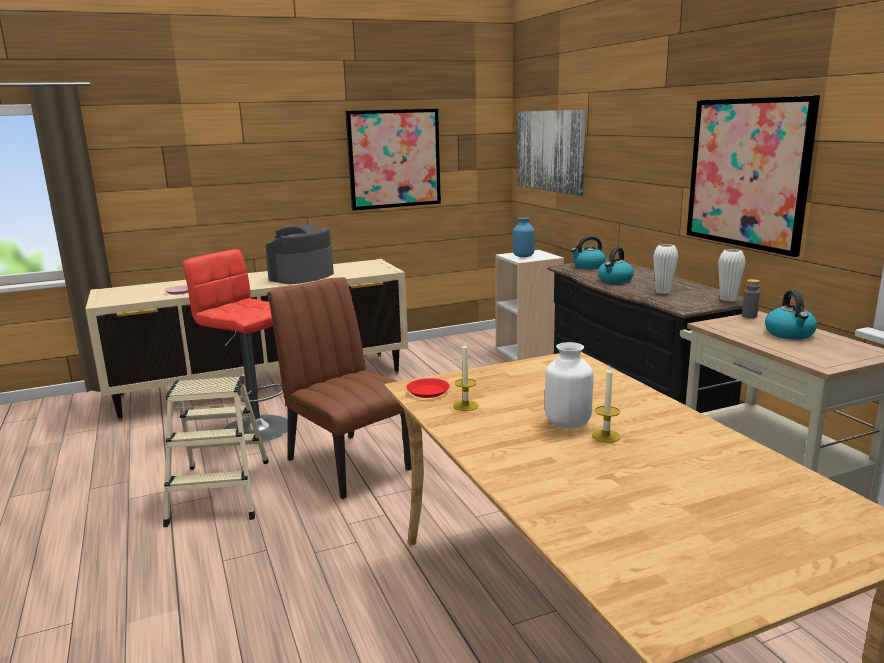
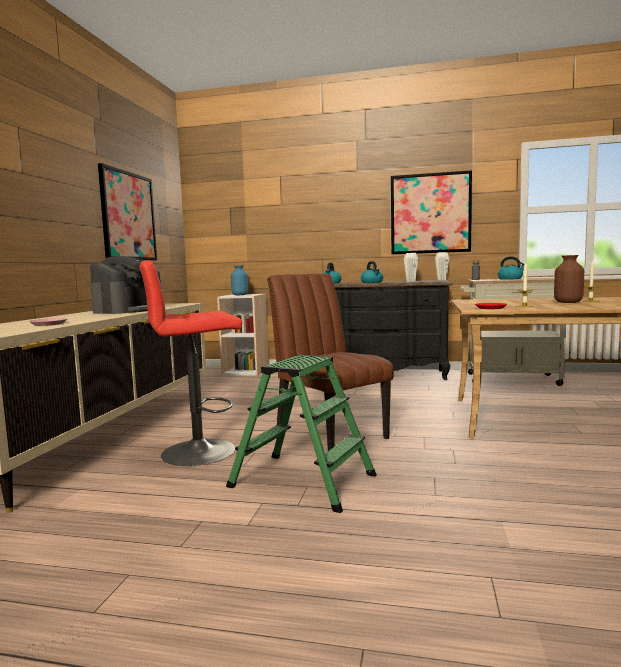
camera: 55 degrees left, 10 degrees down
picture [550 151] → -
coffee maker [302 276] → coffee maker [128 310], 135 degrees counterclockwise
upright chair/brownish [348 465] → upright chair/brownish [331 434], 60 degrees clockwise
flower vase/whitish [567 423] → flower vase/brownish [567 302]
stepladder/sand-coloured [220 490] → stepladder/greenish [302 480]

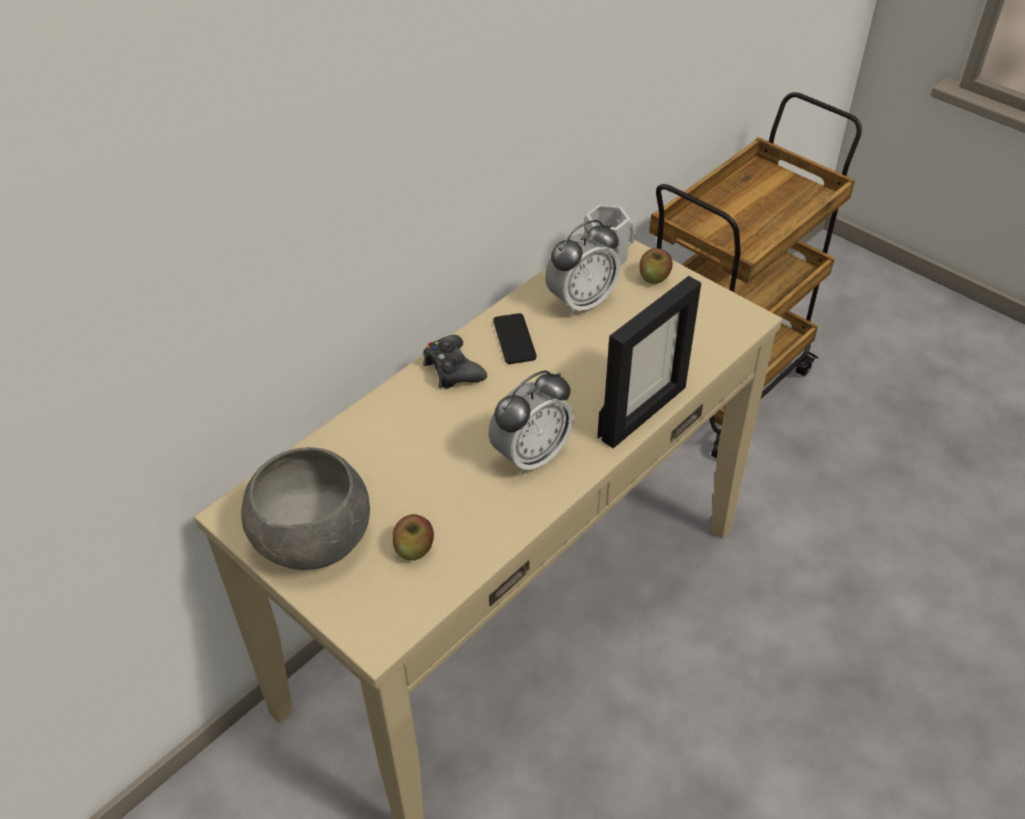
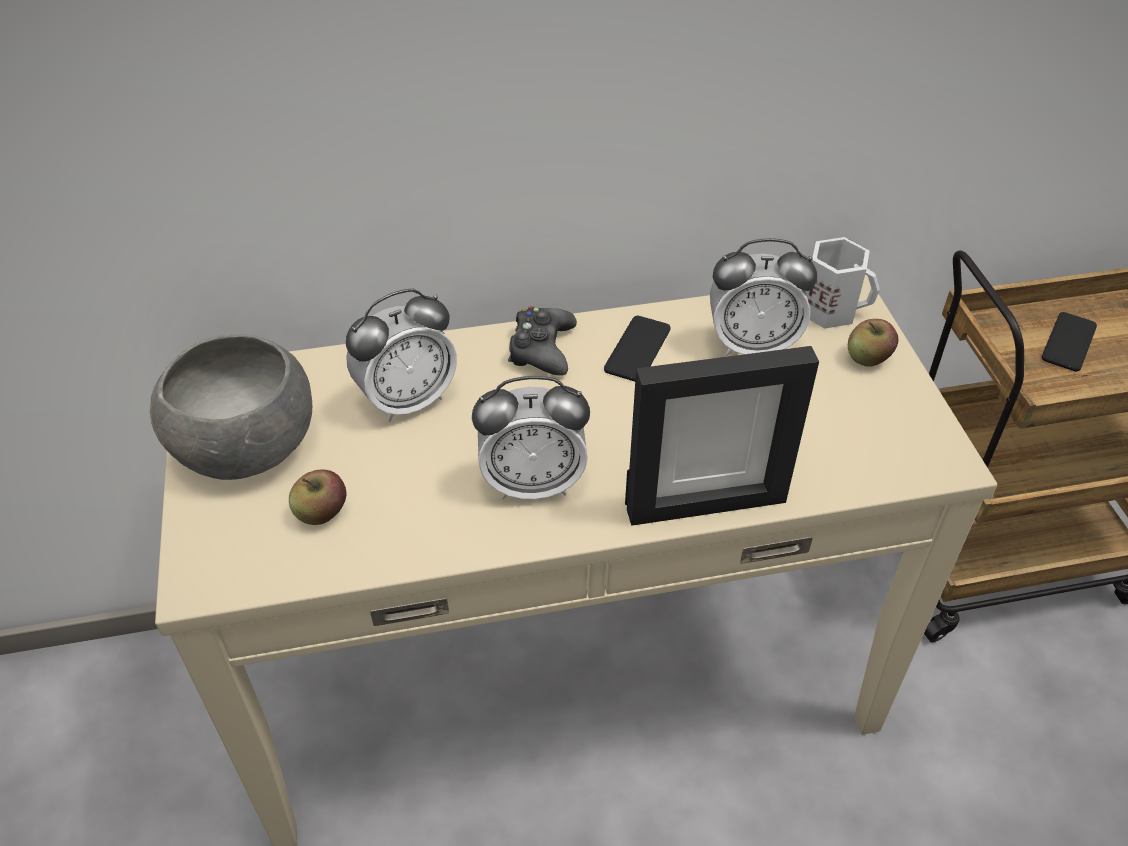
camera: 35 degrees right, 0 degrees up
- → bedside clock [408 400]
- → handset [1068 342]

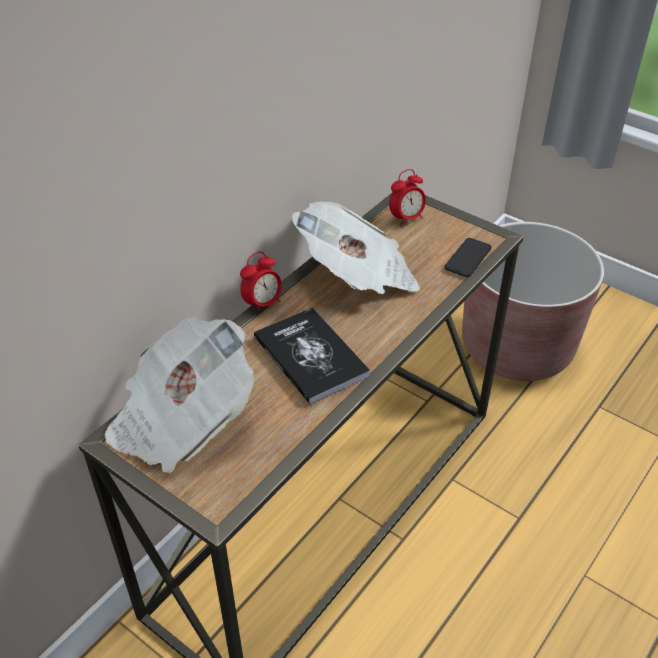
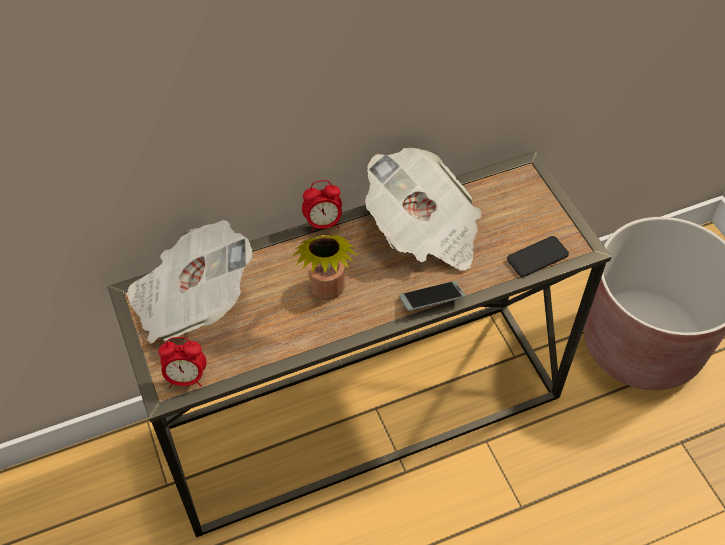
camera: 30 degrees right, 10 degrees up
bedside clock [406 218] → bedside clock [186 378], shifted
volume [310 356] → houseplant [327 292]
- → handset [431 300]

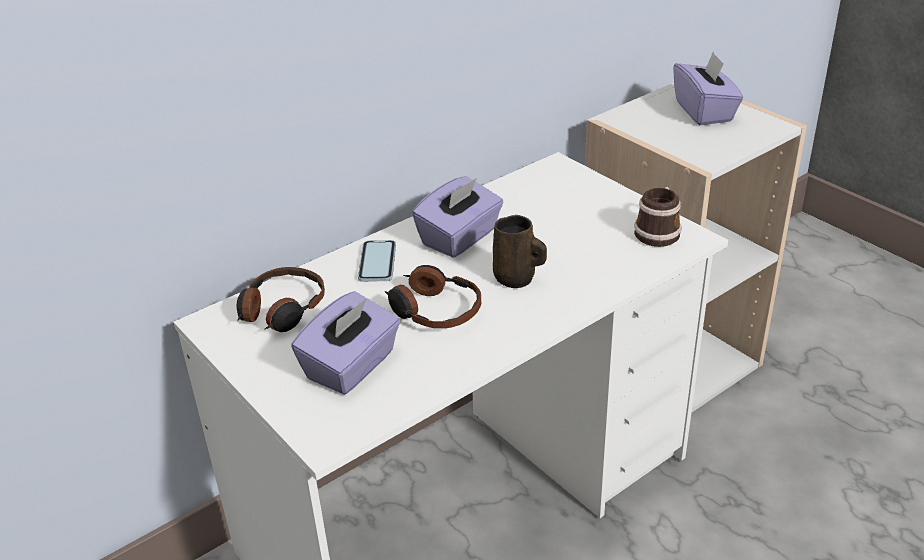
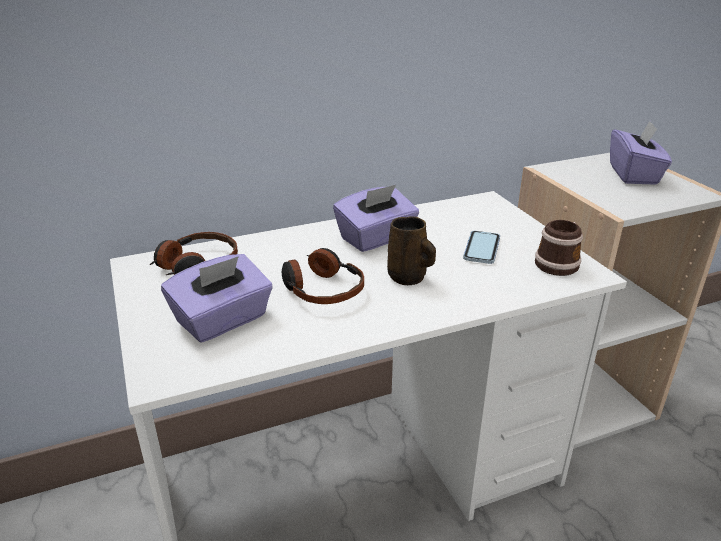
camera: 15 degrees right, 5 degrees down
handset [377 263] → handset [481 249], shifted

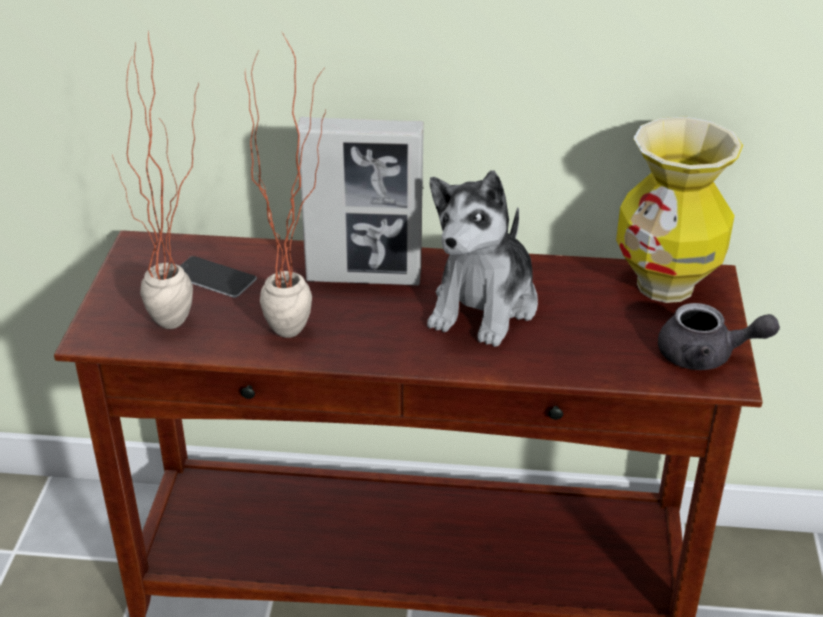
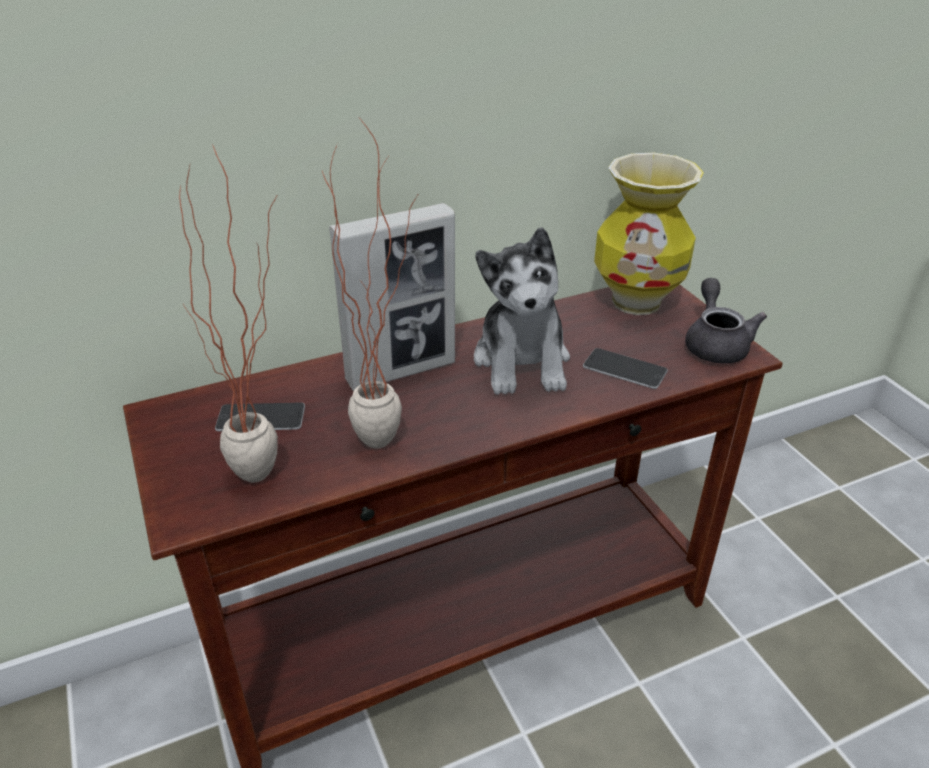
camera: 30 degrees left, 0 degrees up
pot for tea/grey [706 356] → pot for tea/grey [715 343], 75 degrees counterclockwise
- → handset [624 369]

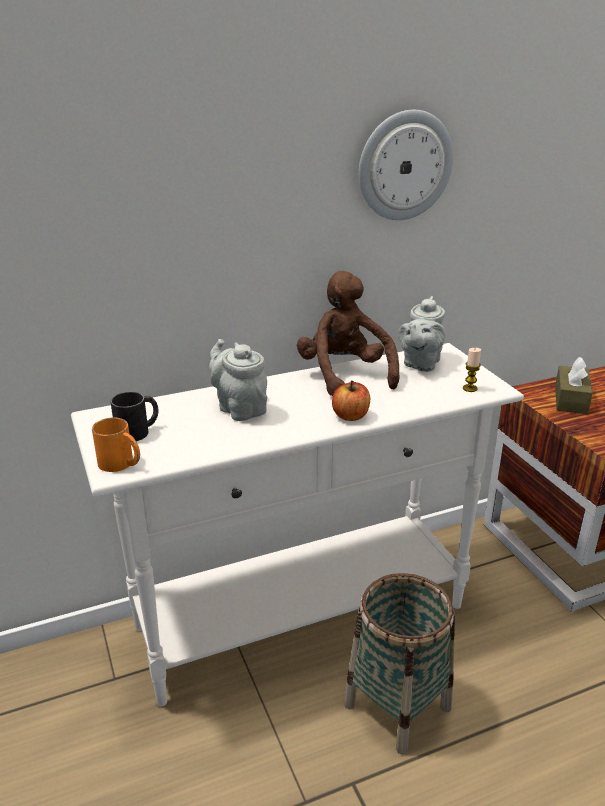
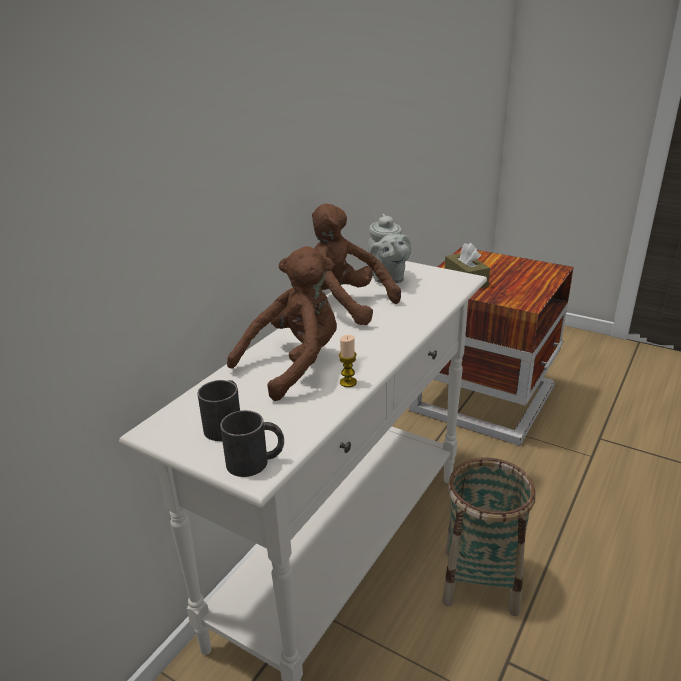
camera: 35 degrees left, 0 degrees up
clock on the wall [404 166] → -
pot for tea/grey [239 408] → cuddly toy/brownish [294 365]
wax light [470 388] → wax light [348 382], shifted
apple fruit [350 416] → -
tea mug/orange [121 464] → tea mug/blackish [256 462]

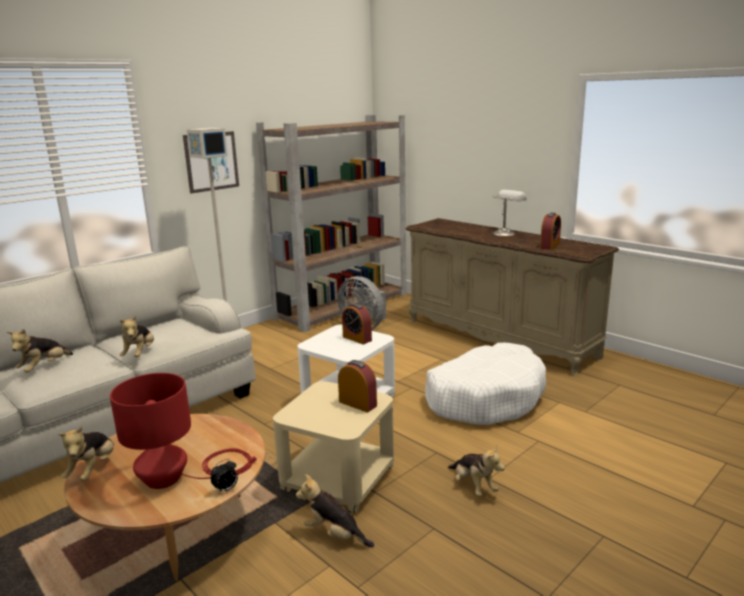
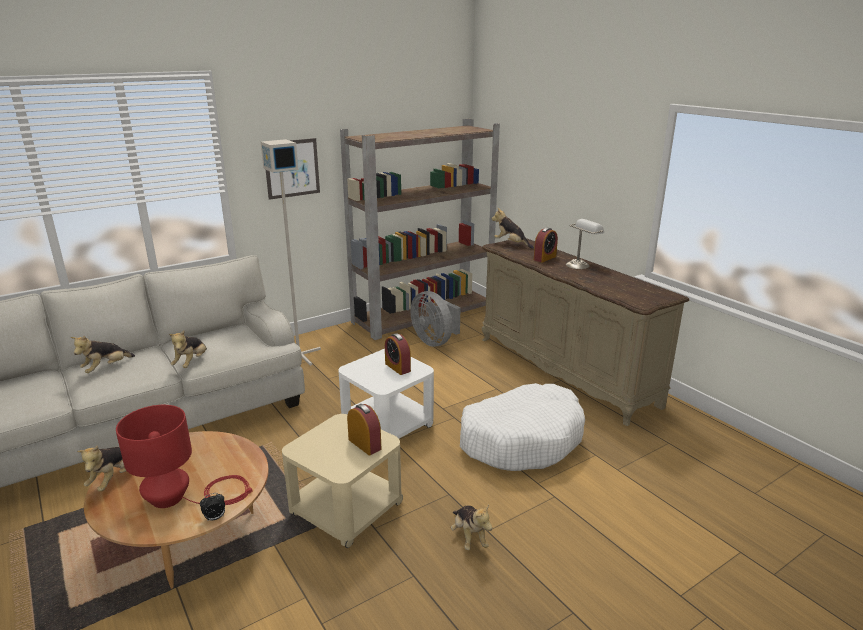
camera: 10 degrees right, 5 degrees up
bedside clock [549 246] → bedside clock [544 258], shifted
cuddly toy [334 535] → cuddly toy [511 244], shifted

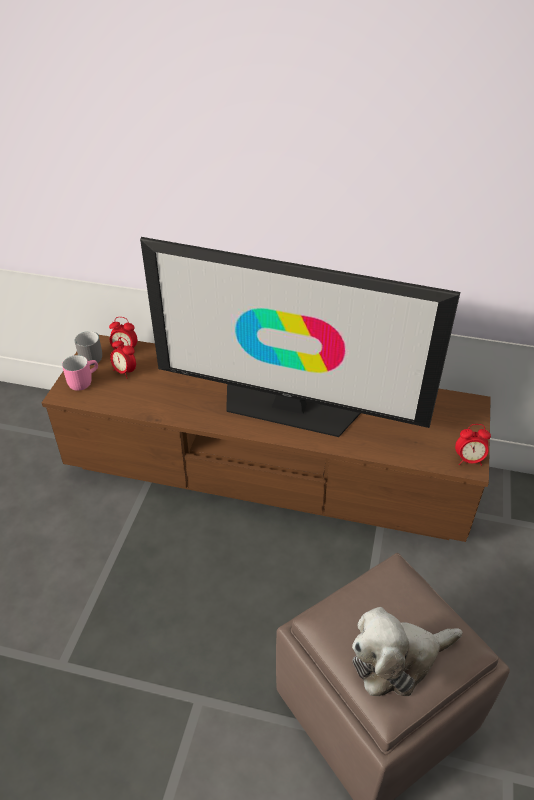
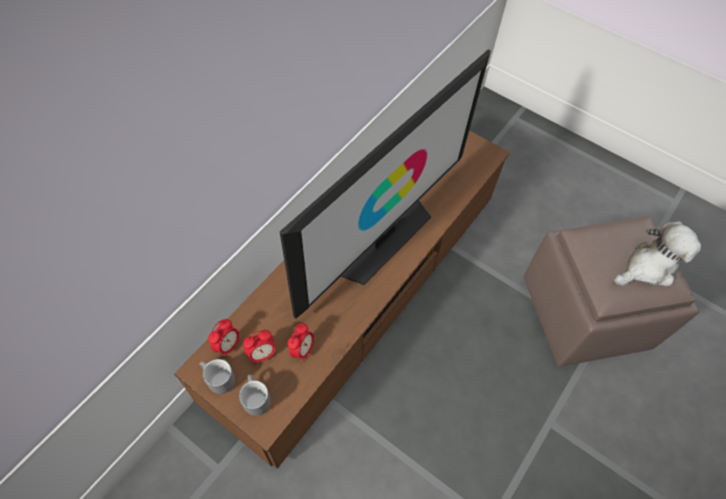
camera: 70 degrees left, 15 degrees up
tea mug/pink [82 381] → tea mug/grey [254 400]
bedside clock [469 460] → bedside clock [302 350], shifted
cuddly toy [397 660] → cuddly toy [648 267], 120 degrees counterclockwise

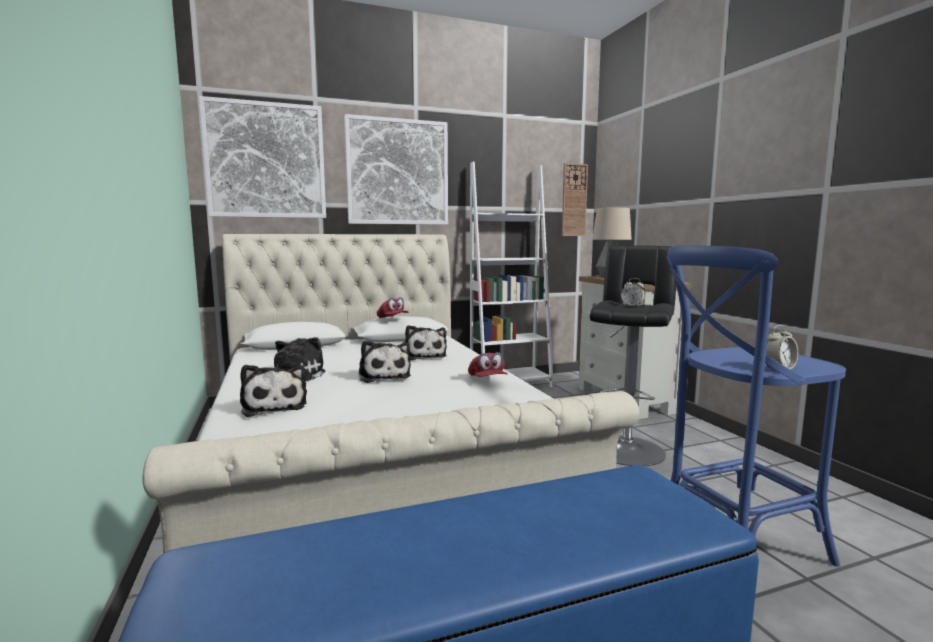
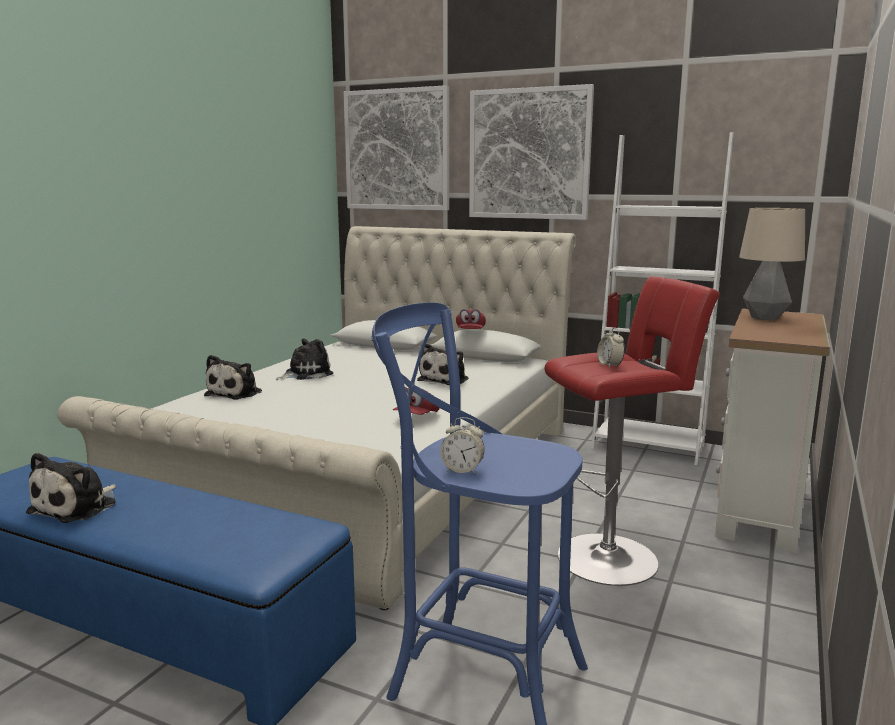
camera: 45 degrees right, 5 degrees up
clock on the wall [574 200] → -
stool/blackish [627 448] → stool/reddish [614 557]
cuddly toy [383 376] → cuddly toy [77 507], shifted

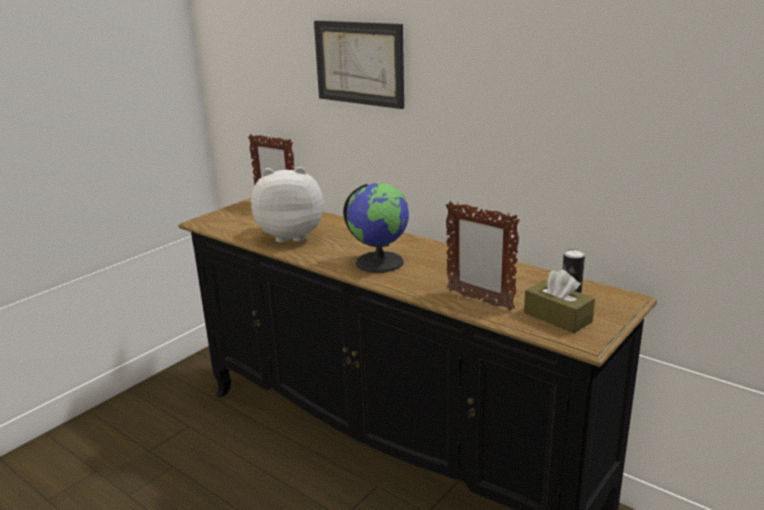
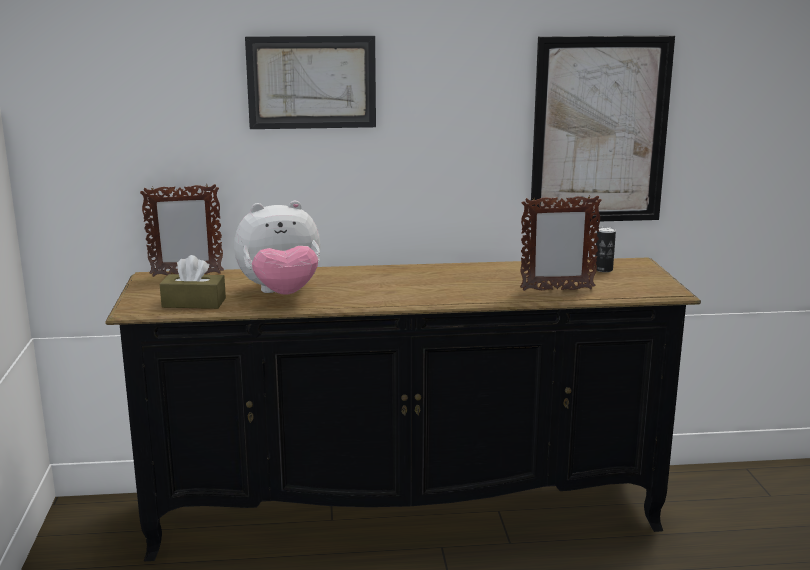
camera: 45 degrees left, 5 degrees down
cuddly toy [291 236] → cuddly toy [281 294], 150 degrees counterclockwise
desk globe [379 262] → -
tissue holder/brownish [557 317] → tissue holder/brownish [194 303], shifted
- → picture [600 131]

